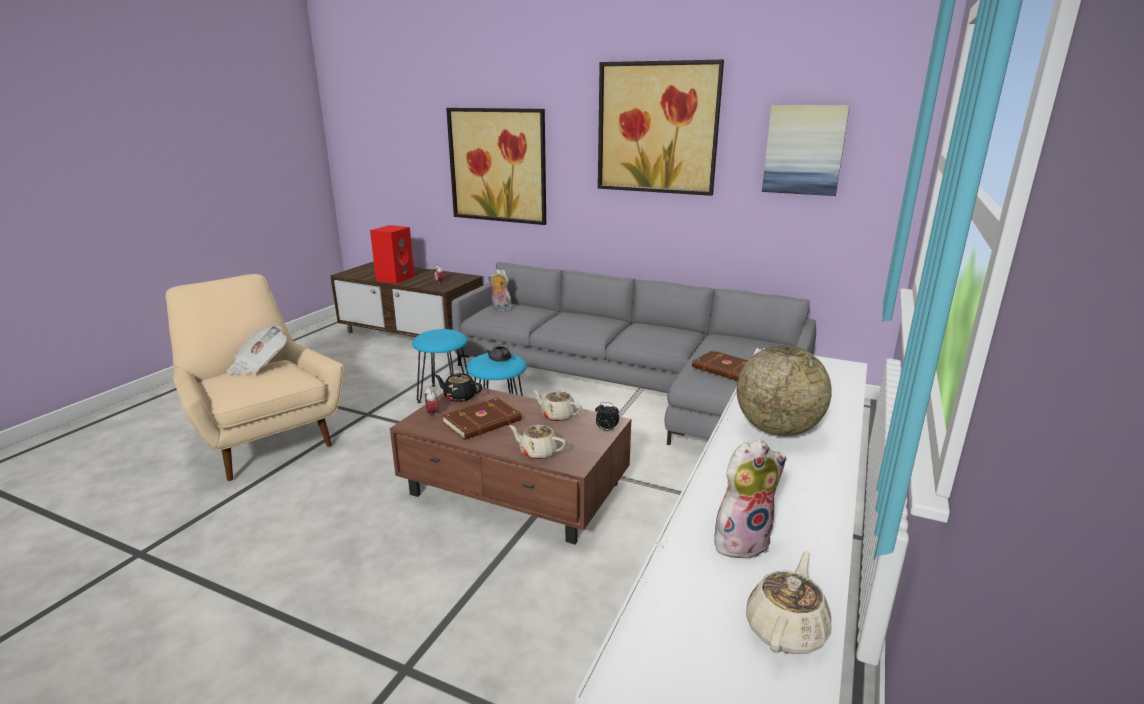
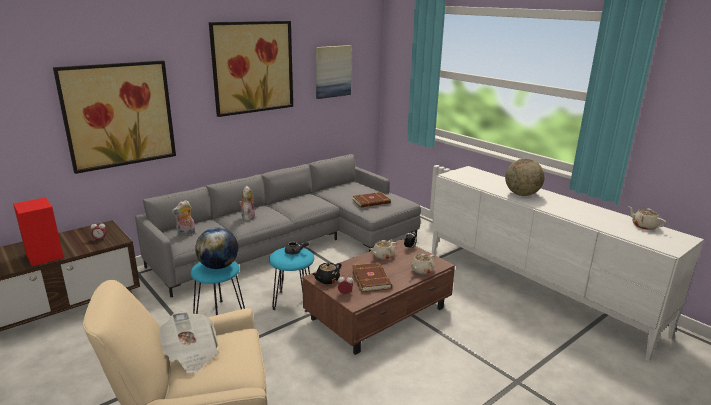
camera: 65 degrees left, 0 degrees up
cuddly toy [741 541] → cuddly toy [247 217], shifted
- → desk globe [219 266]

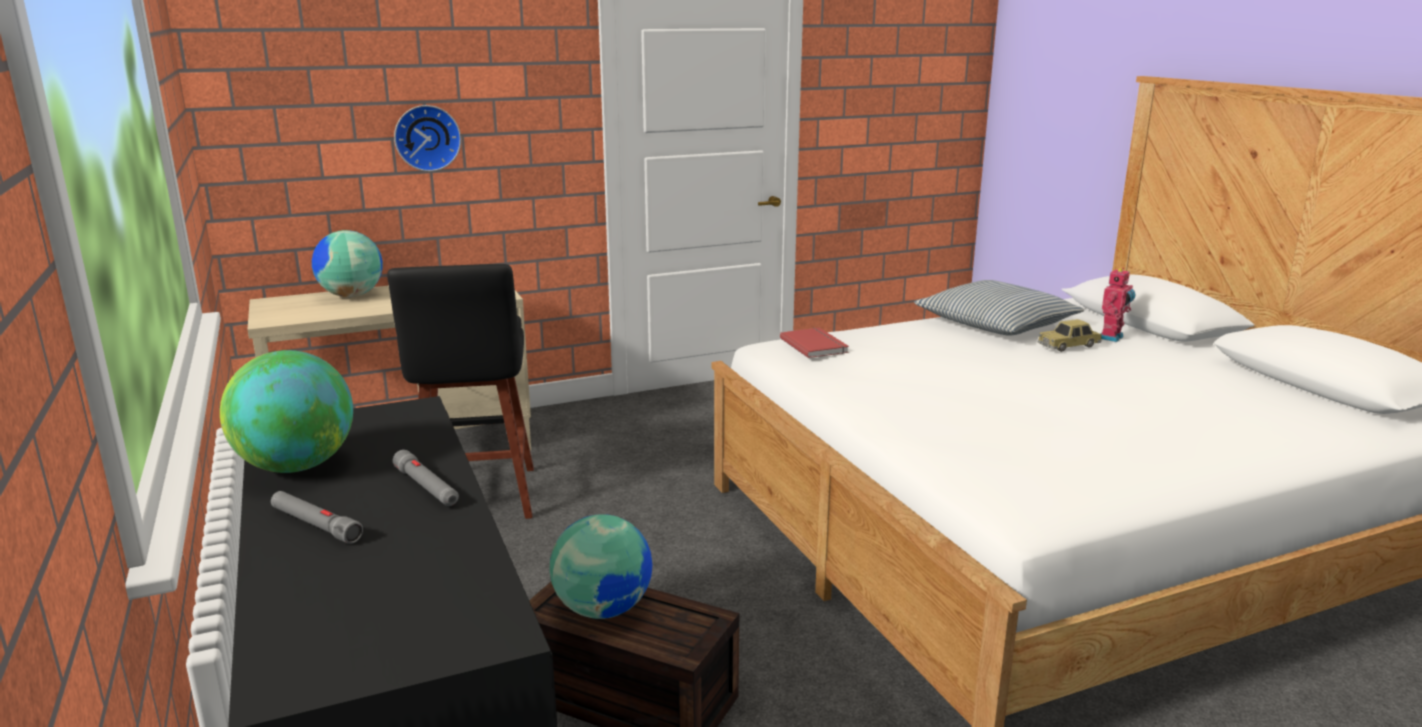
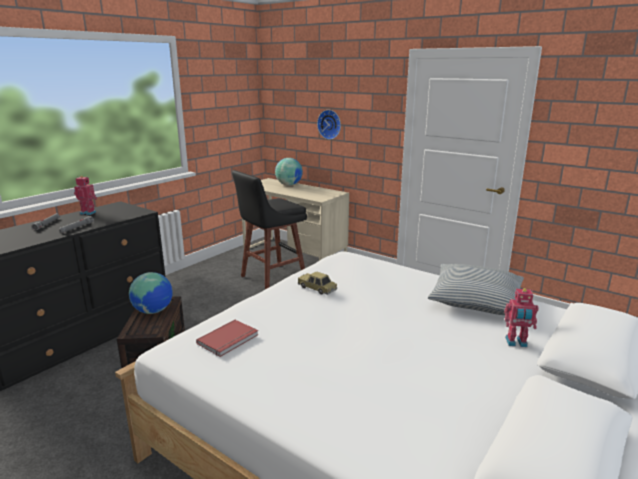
camera: 60 degrees right, 0 degrees up
toy car [1069 345] → toy car [317 288], shifted
volume/reddish [815 345] → volume/reddish [229 340], shifted
desk globe [296 466] → model robot [88 213]

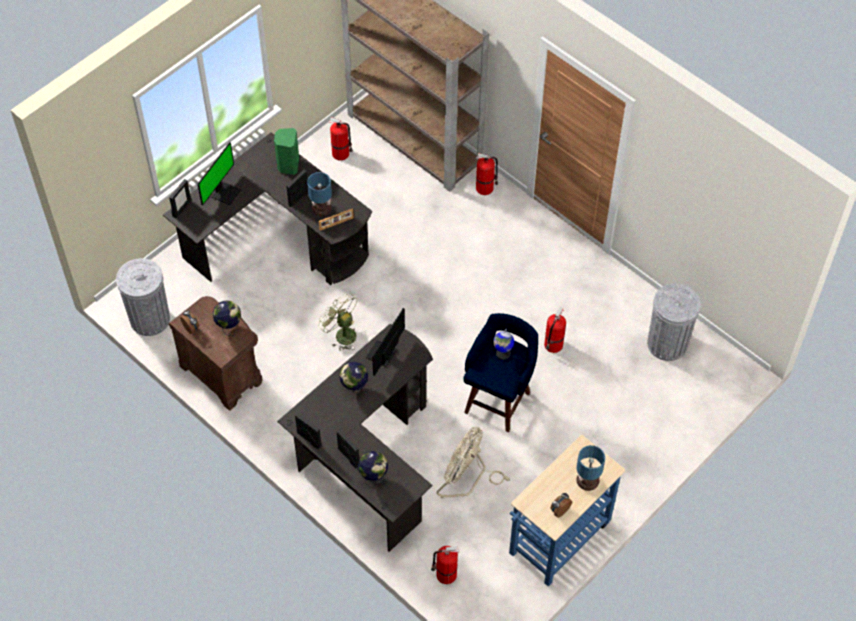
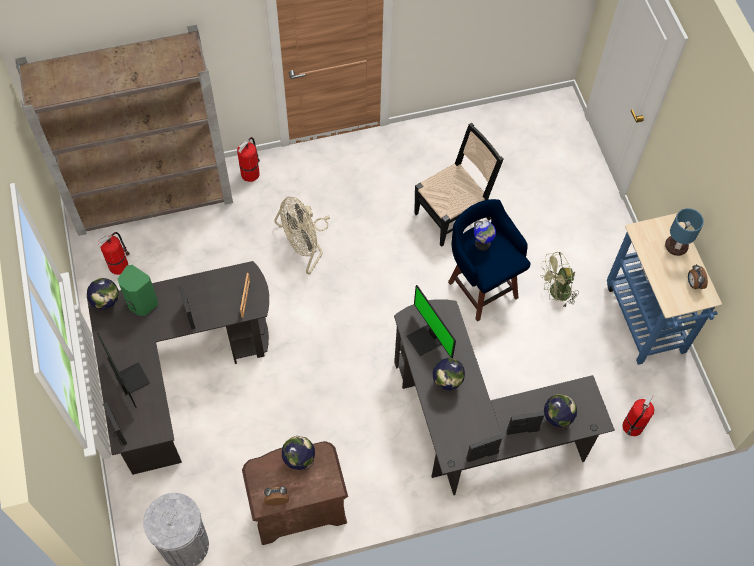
camera: 60 degrees left, 5 degrees up
tabletop lamp [321 209] → -
rubbish bin/grey [667 344] → -
fan/greenish [341 334] → fan/greenish [555 293], shifted
extinguisher [553 345] → upright chair [452 216]
fan/sand-coloured [470 475] → fan/sand-coloured [305 242], shifted
- → desk globe [107 305]

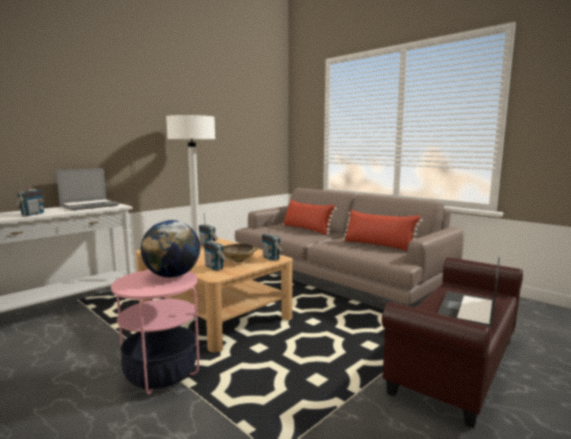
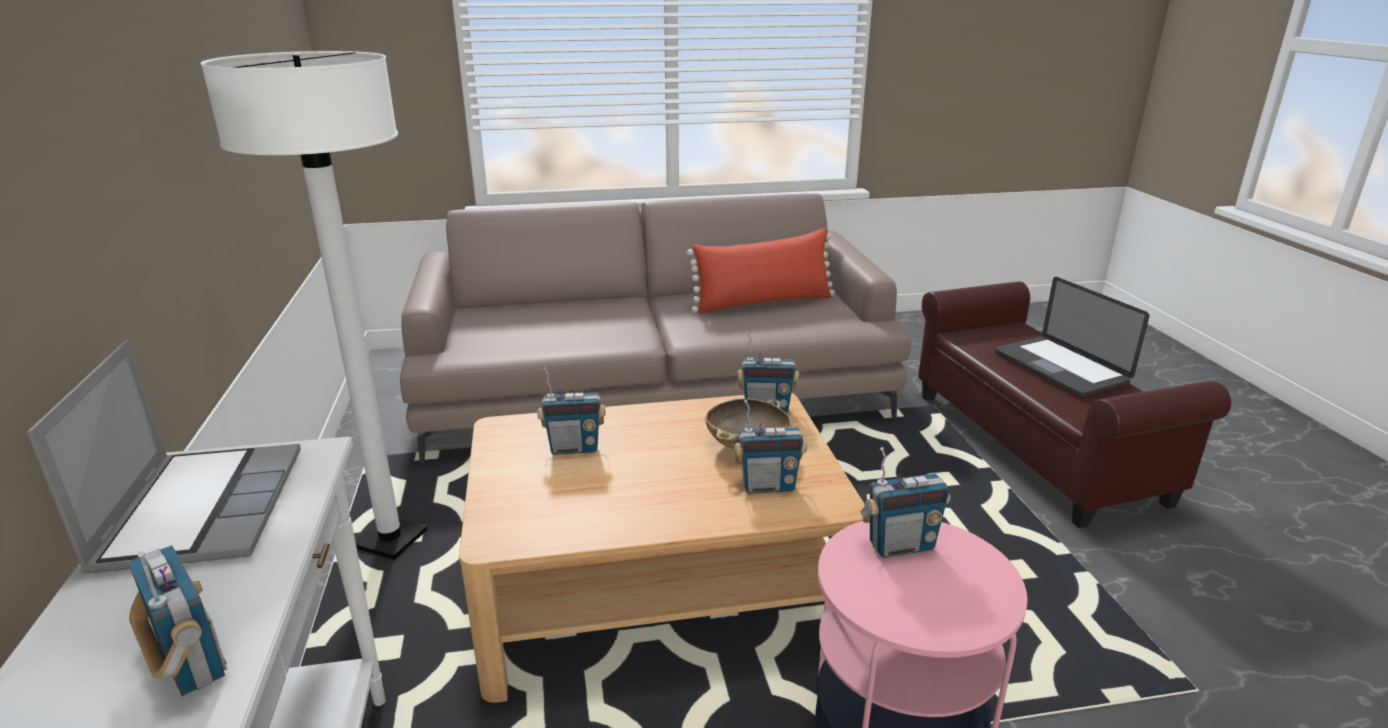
camera: 55 degrees left, 15 degrees up
throw pillow/reddish [306 229] → -
desk globe [172 276] → radio [900 545]

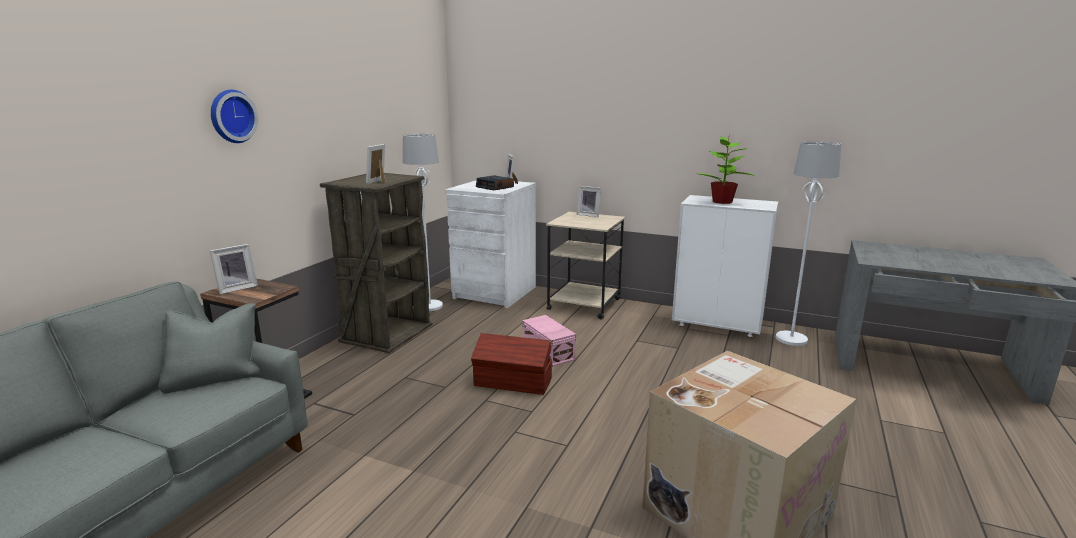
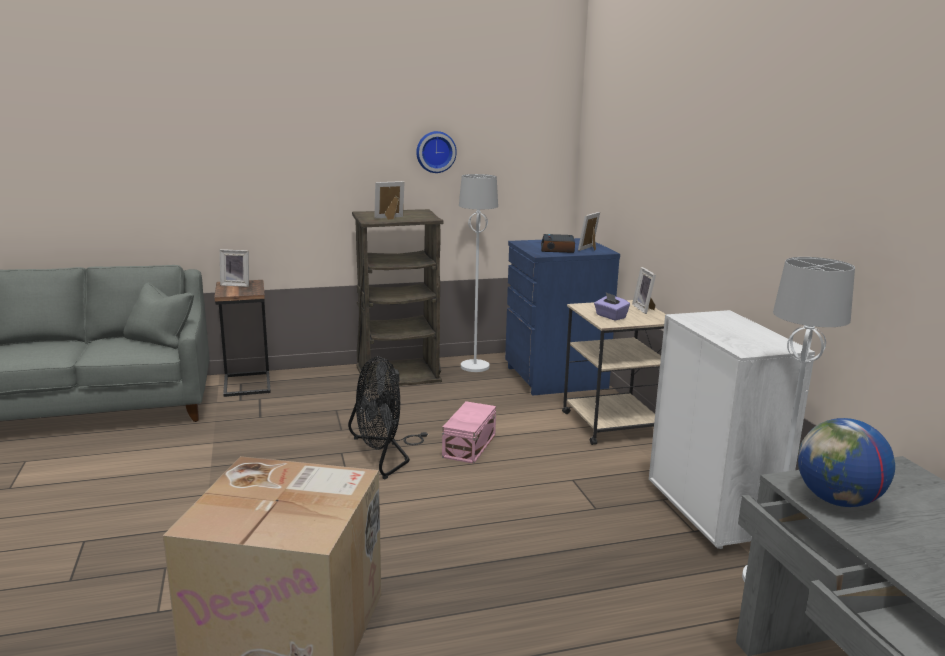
camera: 50 degrees right, 0 degrees up
clock on the wall [231 116] → clock on the wall [435 152], shifted
houseplant [722 202] → -
dresser/whitish [495 293] → dresser/blue-coloured [556 378]
storage container/brownish [513 383] → fan/blackish [386 452]
- → tissue holder/purple-coloured [610 316]
- → desk globe [838 501]

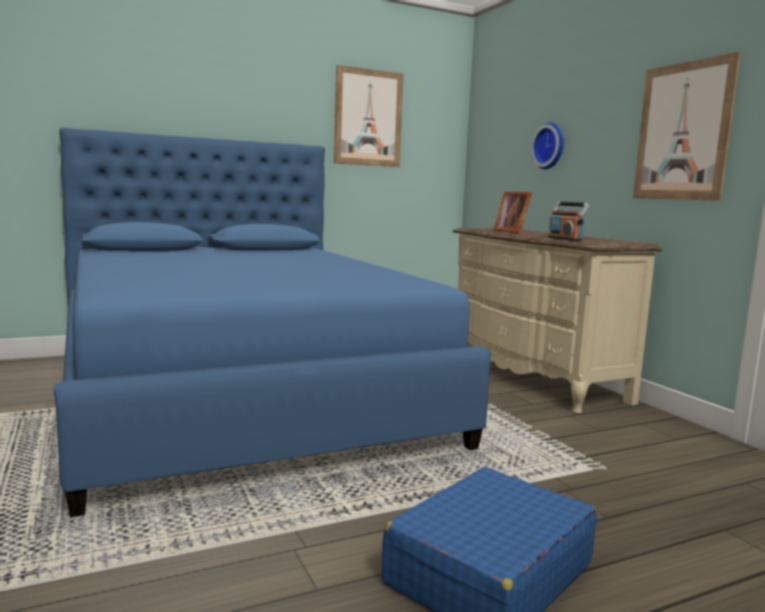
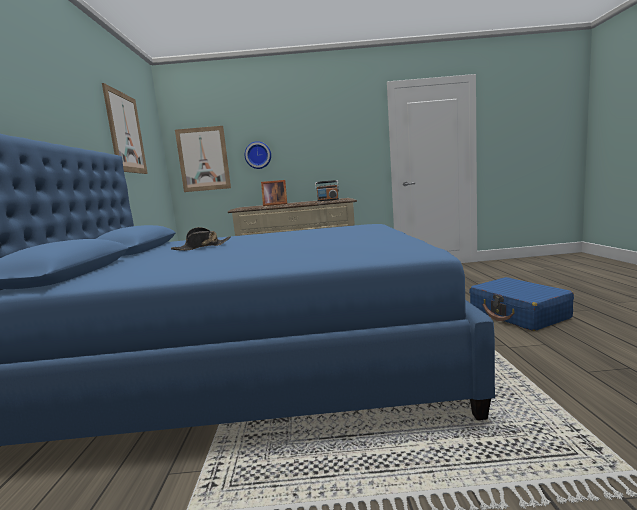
camera: 65 degrees left, 0 degrees up
picture [683 131] → picture [203 159], shifted
- → clothing hat/blackish [202 247]

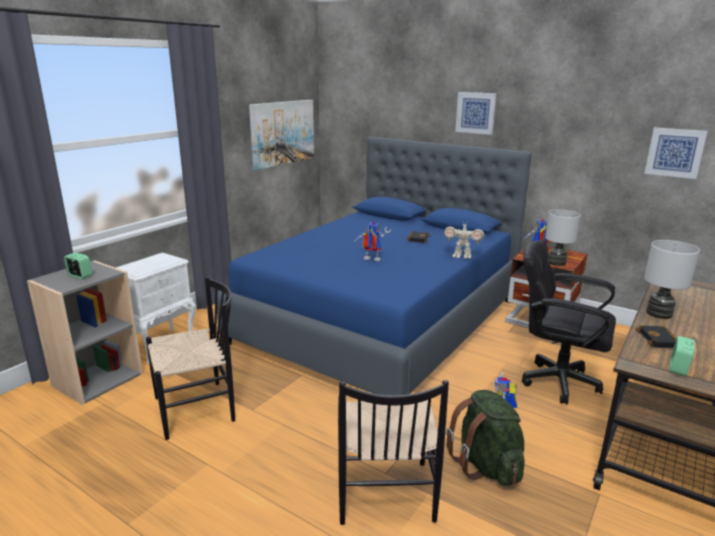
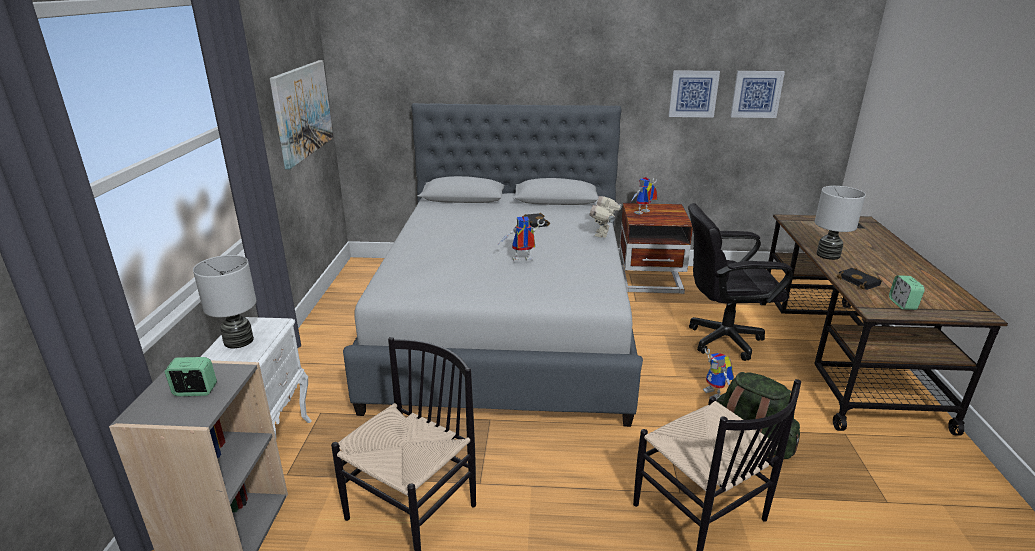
camera: 30 degrees left, 5 degrees up
picture [475 113] → picture [693 93], shifted
sleeping bed/blue-coloured [380 320] → sleeping bed/grey [507 326]
tabletop lamp/grey [557 263] → tabletop lamp/grey [239 341], shifted
model robot [462 256] → model robot [603 234], 120 degrees clockwise

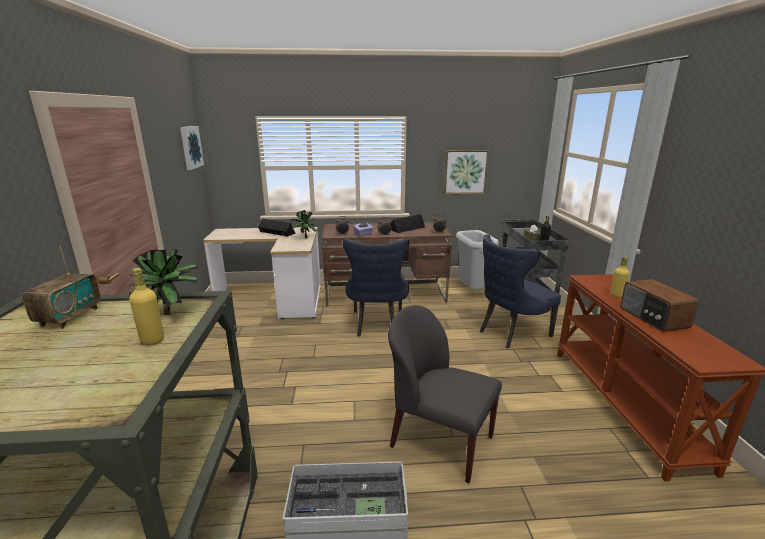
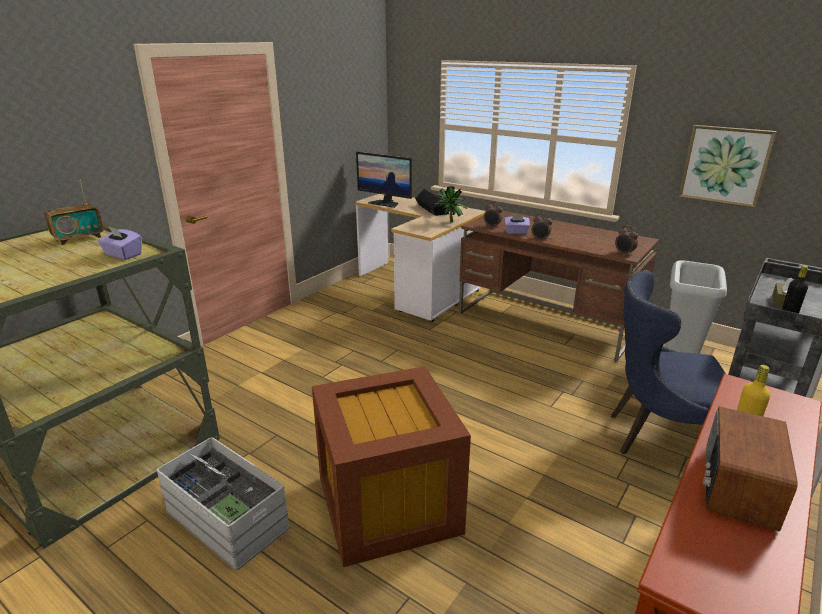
camera: 40 degrees right, 5 degrees up
picture [191 147] → -
speaker/blackish [407 228] → -
upright chair/blue-coloured [377 324] → -
houseplant [172 313] → tissue holder/purple-coloured [123 255]
beverage bottle/yellow-coloured [152 340] → -
upright chair/grey [439 441] → storage container/brownish [389 502]
- → computer display [385 203]

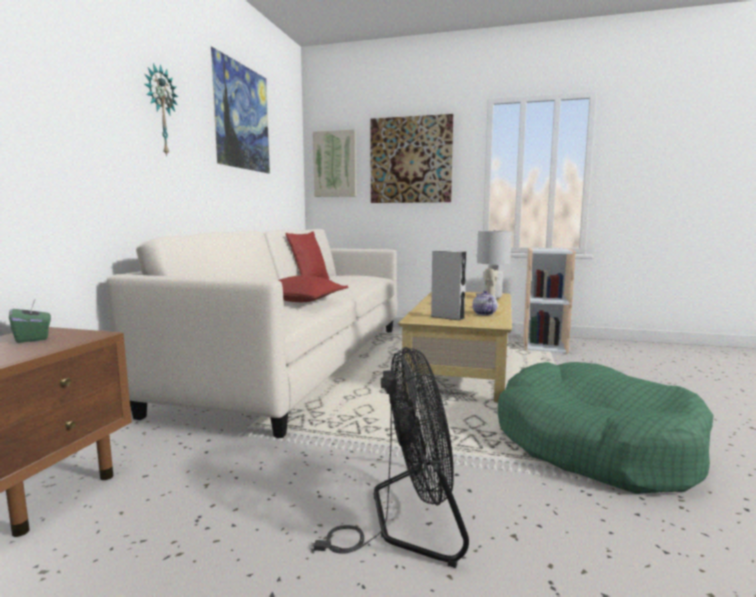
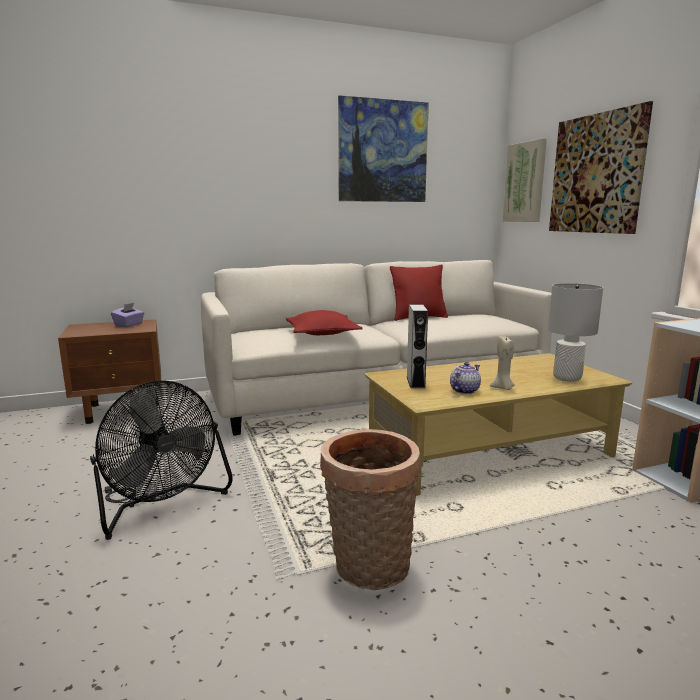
camera: 55 degrees right, 5 degrees up
clock on the wall [160 111] → -
tissue holder/greenish [33 337] → tissue holder/purple-coloured [129 325]
dog cushion/greenish [594 445] → storage basket [369 569]

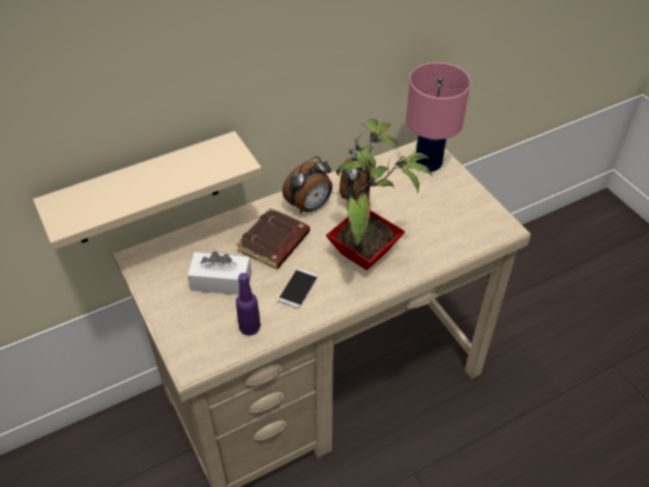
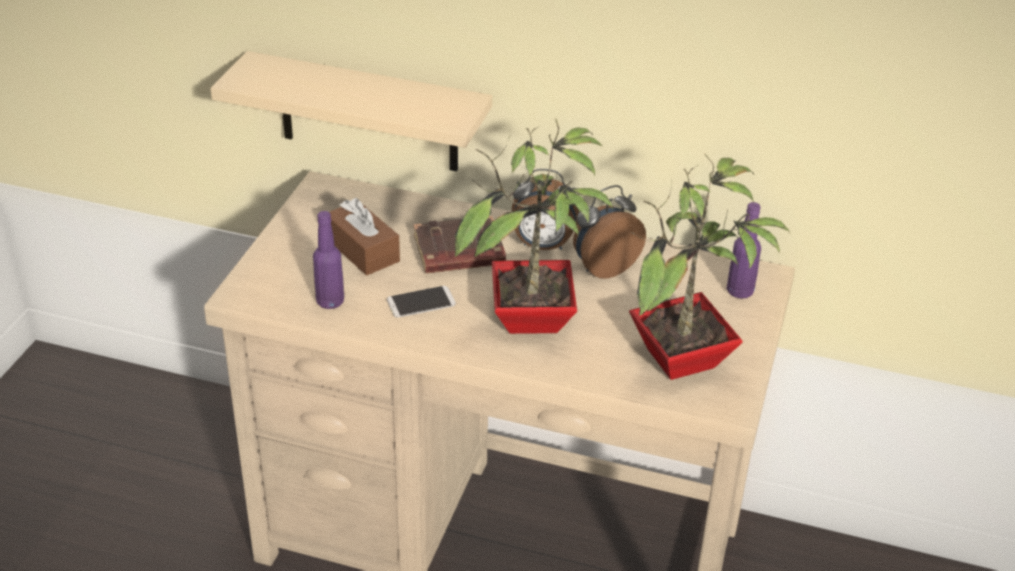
camera: 45 degrees right, 10 degrees down
tabletop lamp/pink [429 165] → beverage bottle/purple-coloured [739 291]
tissue holder/whitish [221 281] → tissue holder/brownish [362 250]
- → houseplant [682 363]

